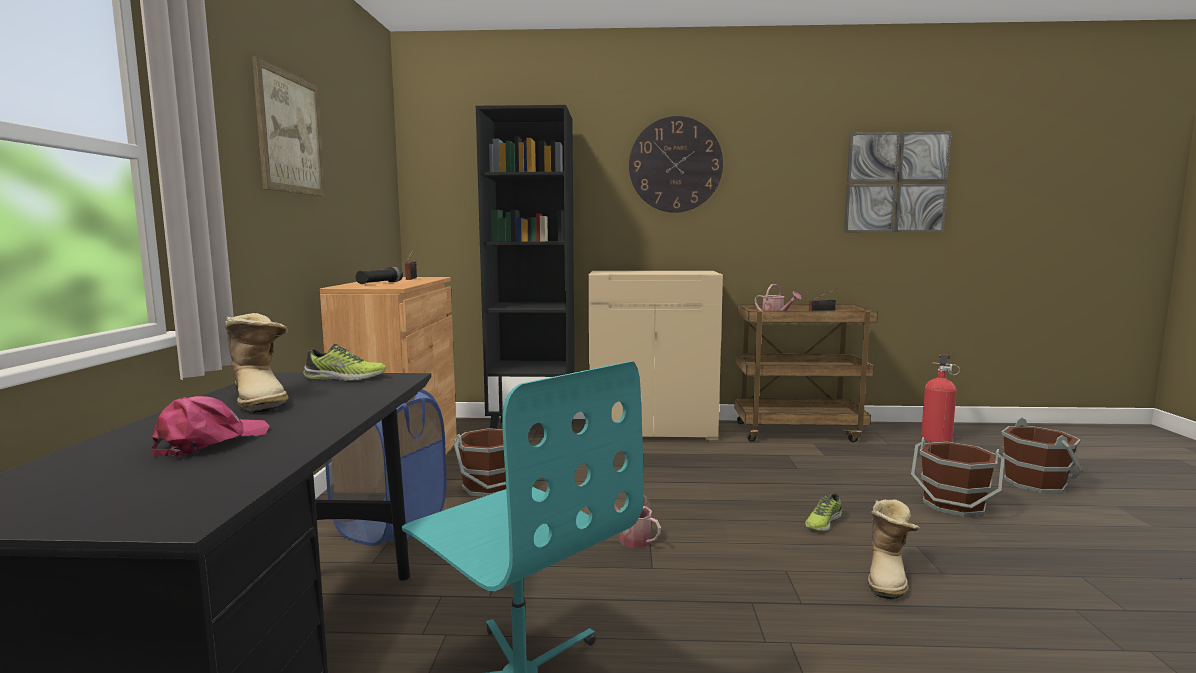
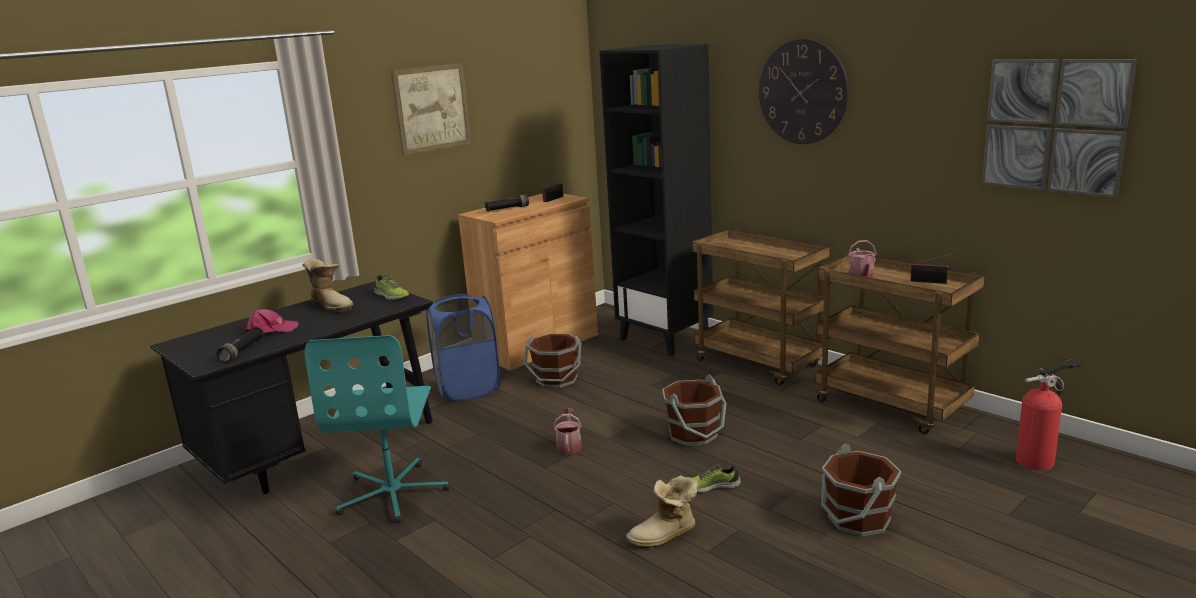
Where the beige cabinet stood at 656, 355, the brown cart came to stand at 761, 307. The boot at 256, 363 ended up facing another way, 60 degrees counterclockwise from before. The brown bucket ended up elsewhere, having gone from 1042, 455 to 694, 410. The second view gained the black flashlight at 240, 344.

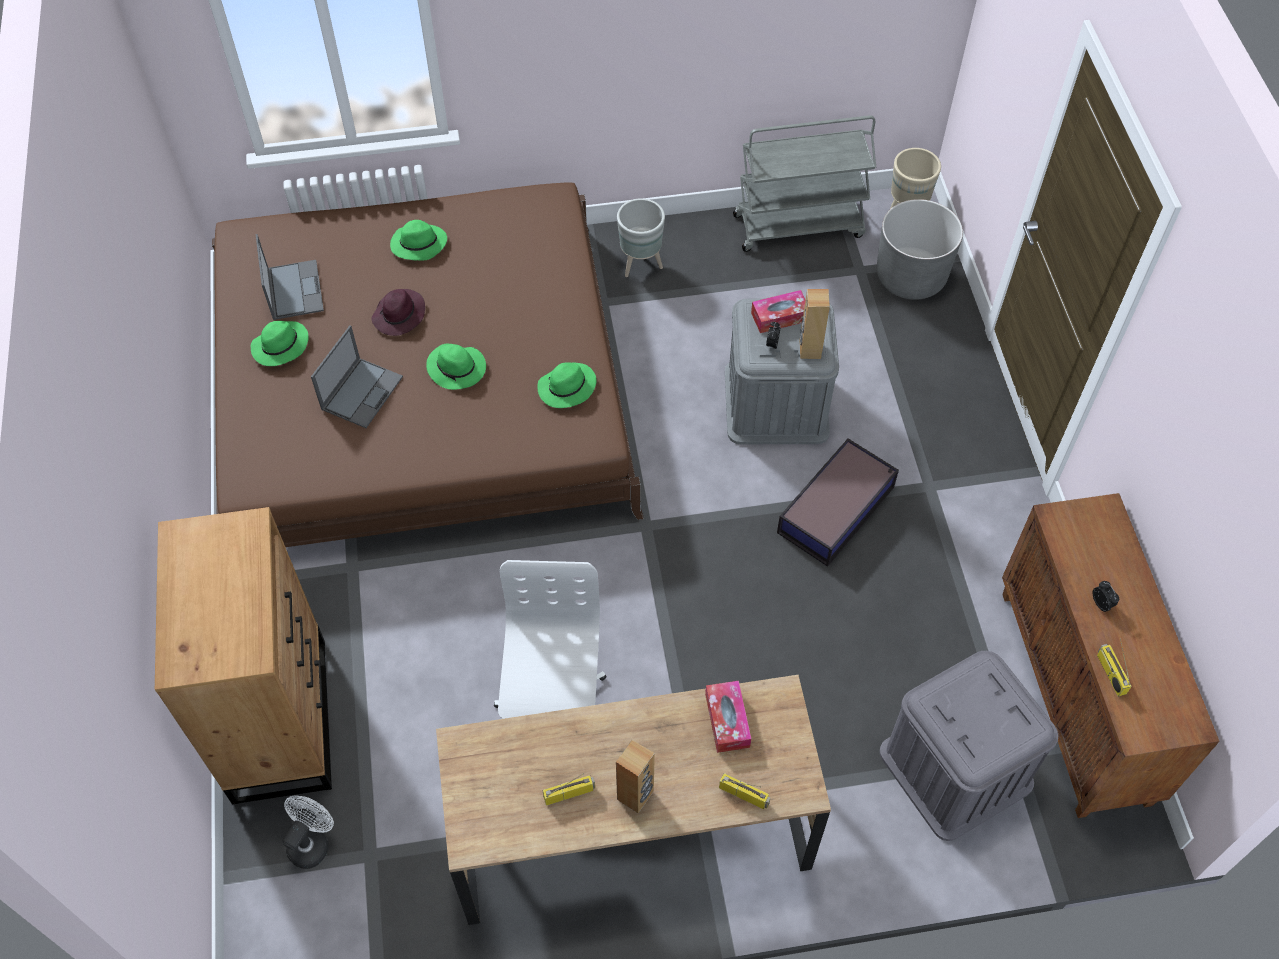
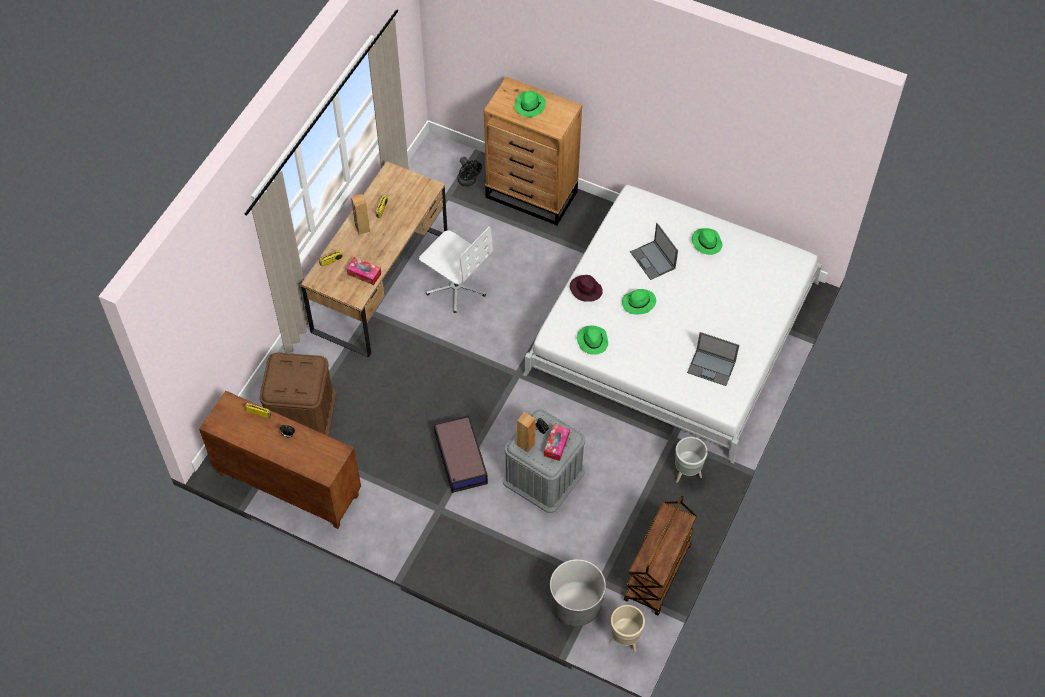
What was the grey cart at 804, 183 turned into the brown cart at 660, 555. What was the brown bed at 428, 365 turned into the white bed at 672, 324. The green hat ended up elsewhere, having gone from 418, 240 to 530, 104. The laptop ended up elsewhere, having gone from 290, 277 to 713, 359. The purple hat ended up elsewhere, having gone from 398, 312 to 586, 288. What was the grey storage box at 969, 746 turned into the brown storage box at 298, 394. What was the white fan at 308, 832 turned into the black fan at 469, 171.

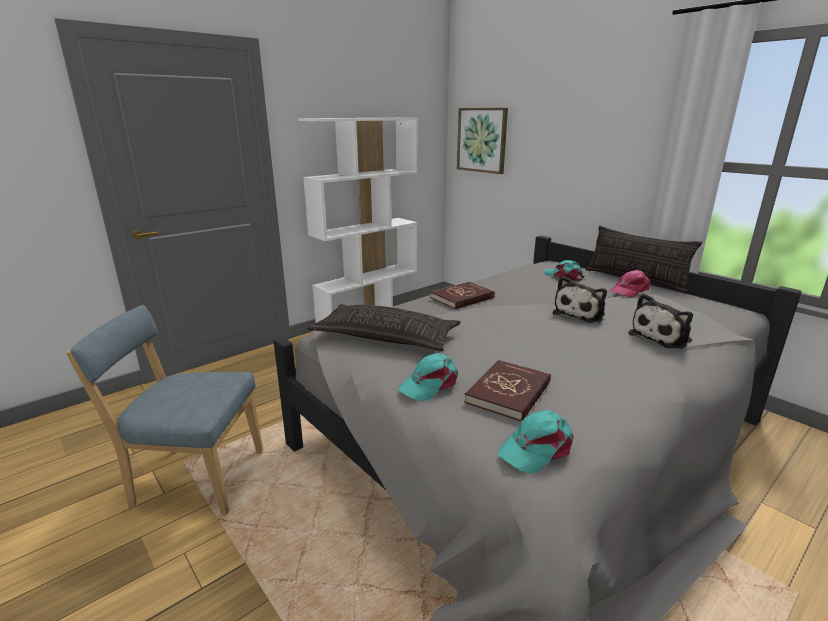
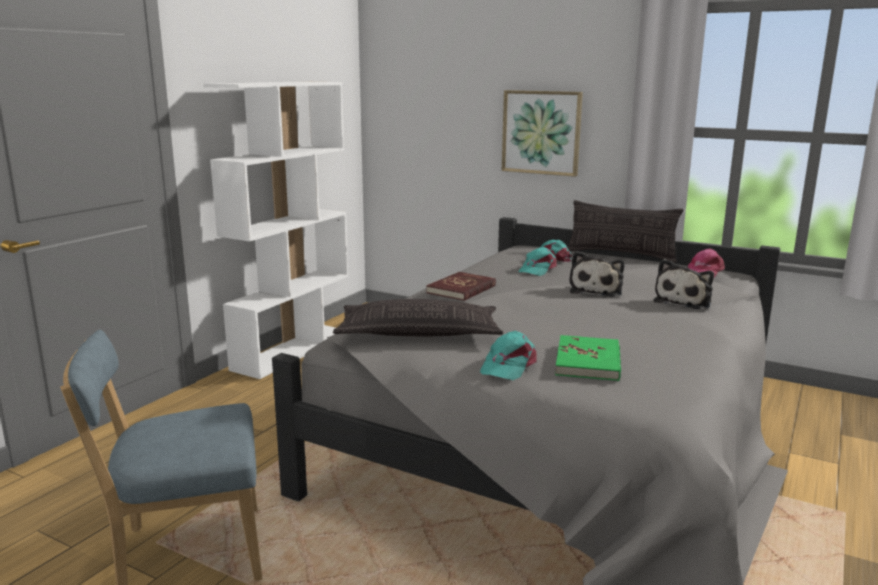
The picture ended up elsewhere, having gone from 482, 141 to 542, 133. The pink cap ended up elsewhere, having gone from 630, 284 to 706, 263. What was the red book at 507, 390 turned into the green book at 588, 358. The turquoise cap ended up elsewhere, having gone from 535, 442 to 538, 261.

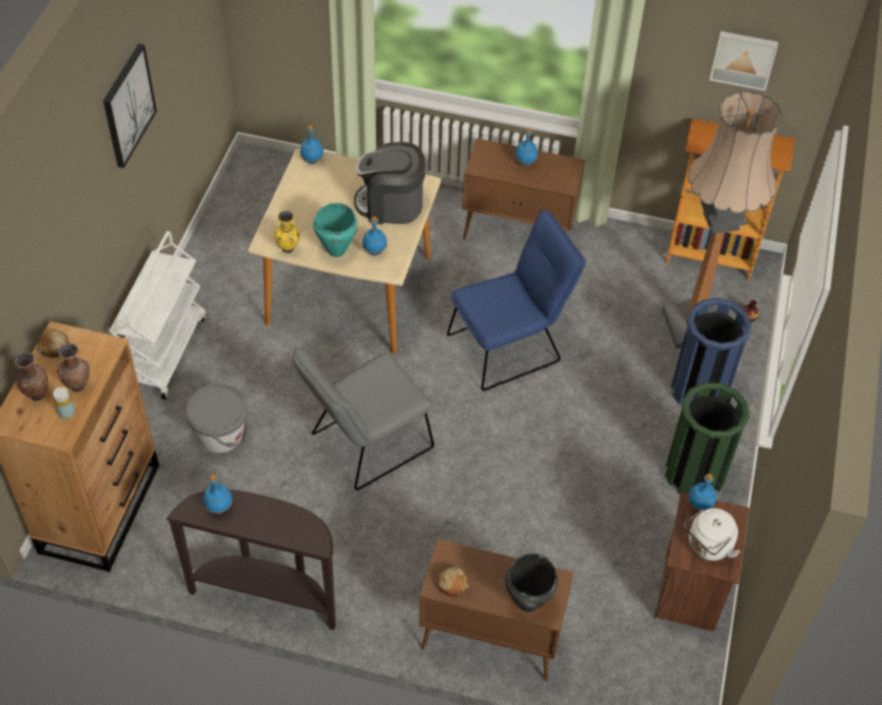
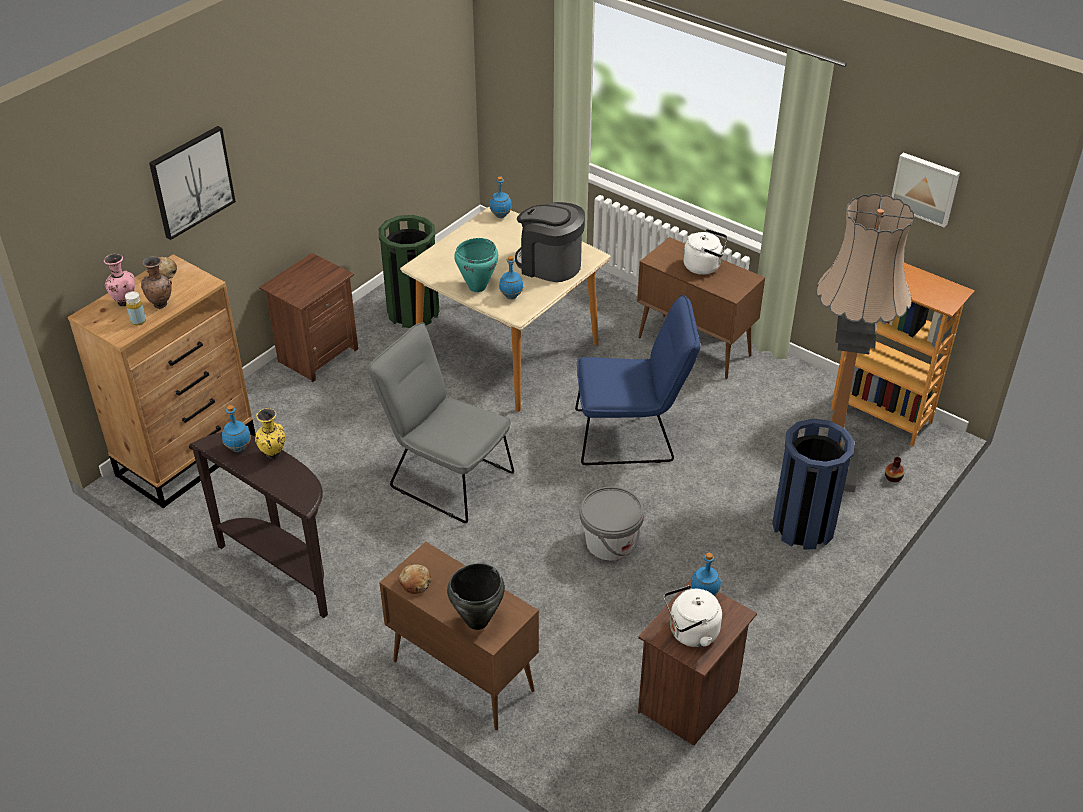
The picture ended up elsewhere, having gone from 130, 106 to 192, 183. Where the blue bottle stood at 526, 147, the white kettle came to stand at 705, 252. The yellow vase ended up elsewhere, having gone from 287, 231 to 270, 433. Where the white cart stood at 157, 315, the brown nightstand came to stand at 308, 317. The grey chair at 363, 418 ended up facing another way, 45 degrees clockwise from before. What was the brown vase at 31, 376 turned into the pink vase at 119, 280. The green trash can ended up elsewhere, having gone from 708, 438 to 409, 271. The grey bucket ended up elsewhere, having gone from 217, 418 to 611, 523.

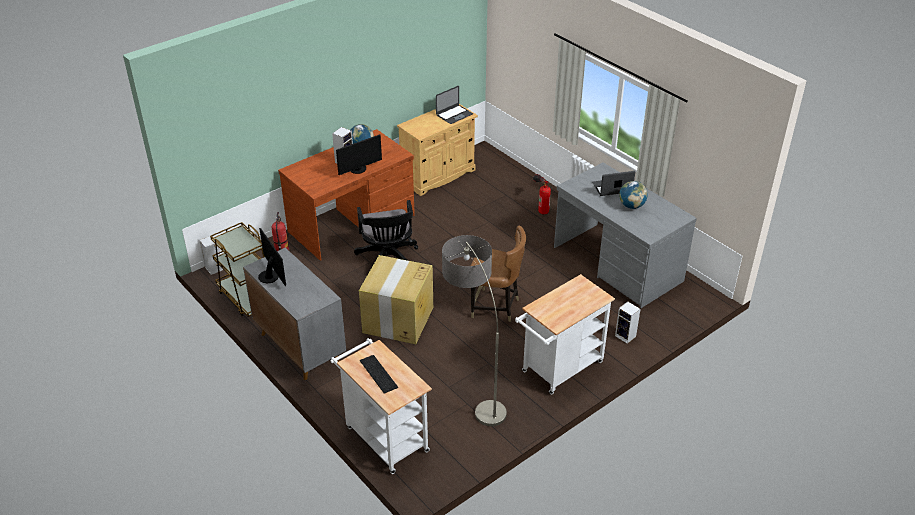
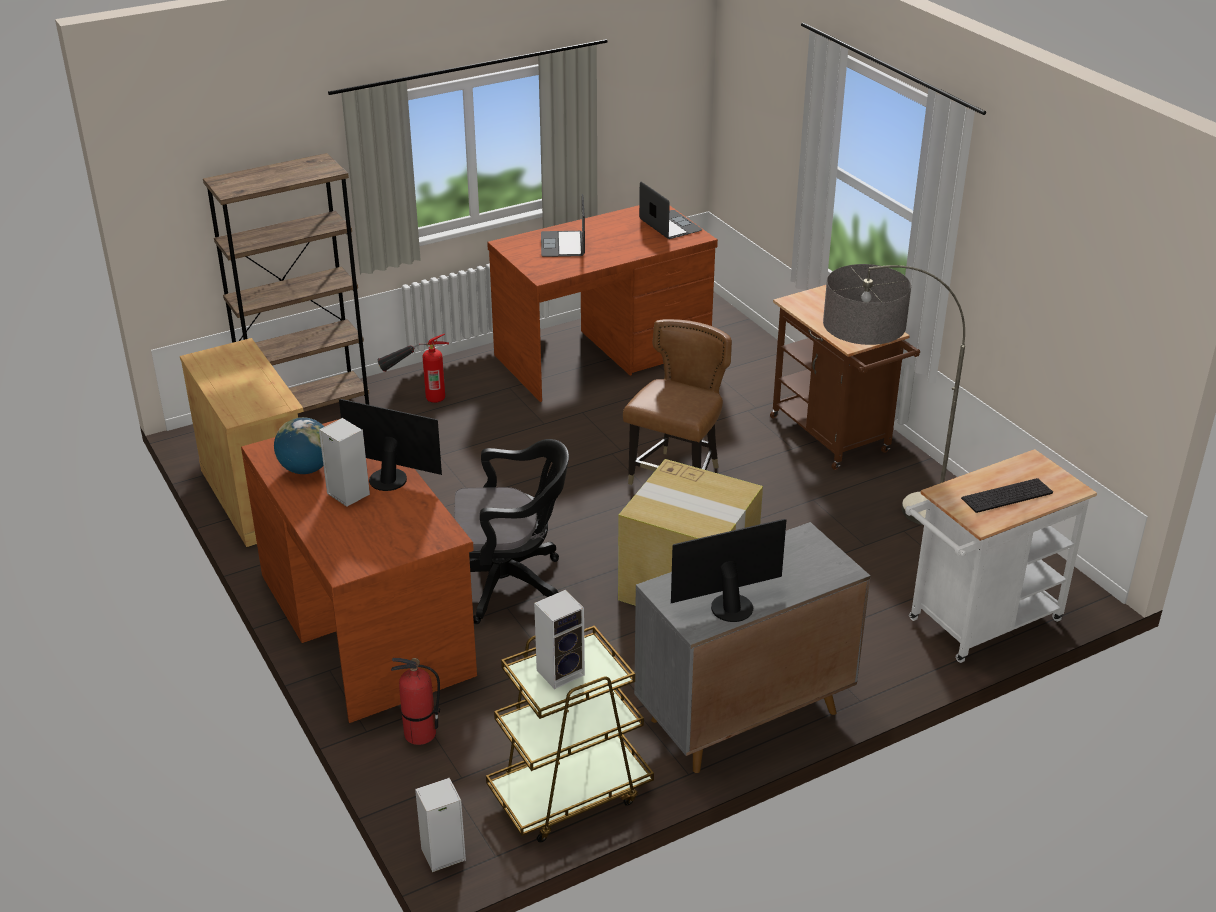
The laptop ended up elsewhere, having gone from 454, 105 to 670, 210. The monitor at 359, 154 ended up facing another way, 45 degrees counterclockwise from before. What was the grey desk at 625, 235 turned into the brown desk at 602, 303. The second view lost the globe at 633, 195. What was the white cart at 565, 334 turned into the brown cart at 845, 377. The speaker ended up elsewhere, having gone from 627, 323 to 559, 639. The second view gained the brown bookcase at 286, 283.

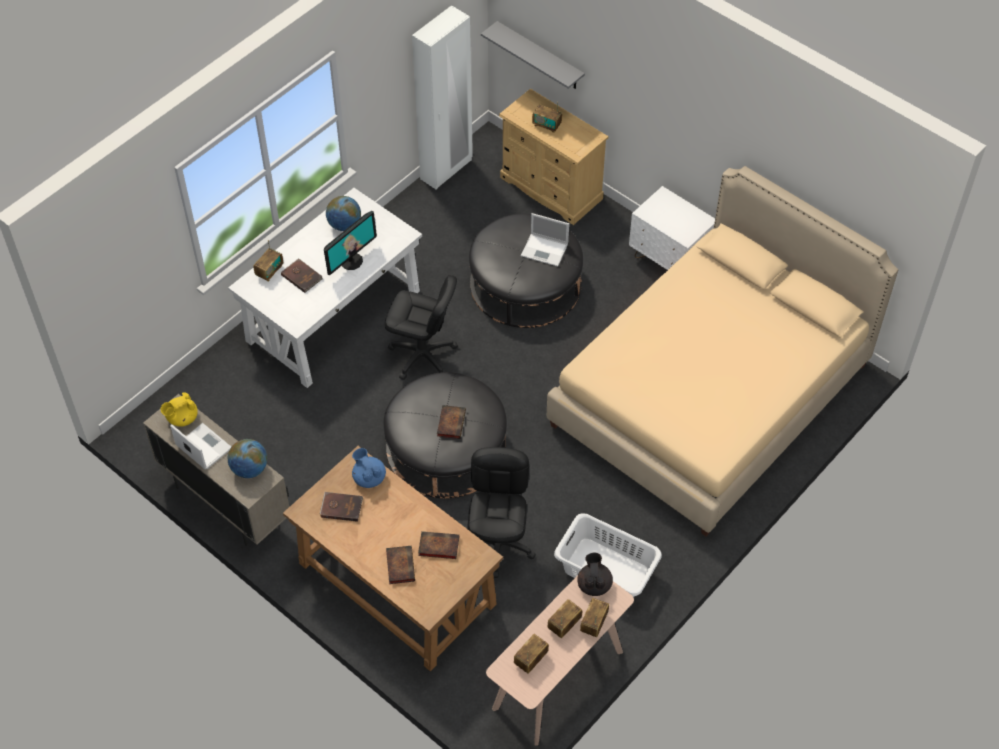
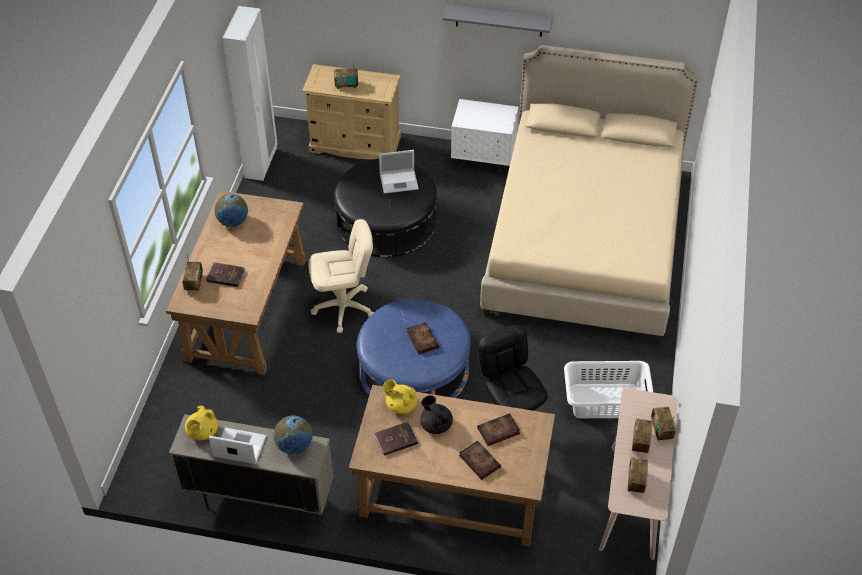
The grey shelf ended up elsewhere, having gone from 533, 55 to 498, 20. What was the white desk at 325, 288 turned into the brown desk at 236, 283. The second view lost the monitor at 350, 243. What was the black office chair at 421, 327 turned into the beige office chair at 341, 276. What was the black ottoman at 445, 435 turned into the blue ottoman at 414, 348. What was the blue teapot at 369, 468 turned into the yellow teapot at 400, 397. The black teapot ended up elsewhere, having gone from 595, 574 to 436, 414.

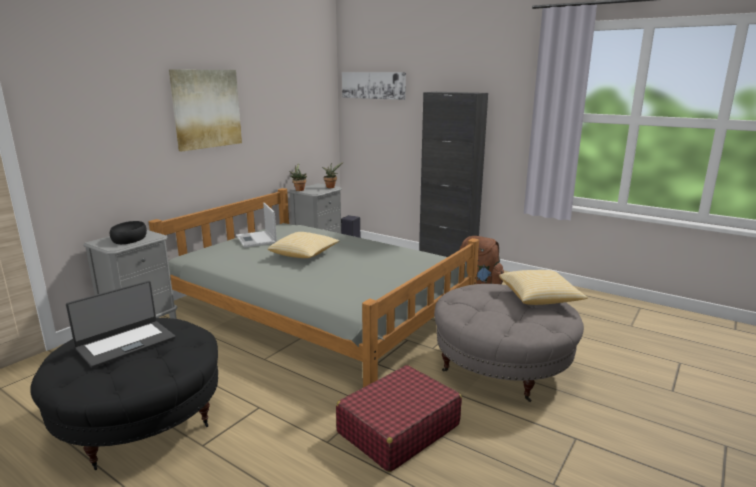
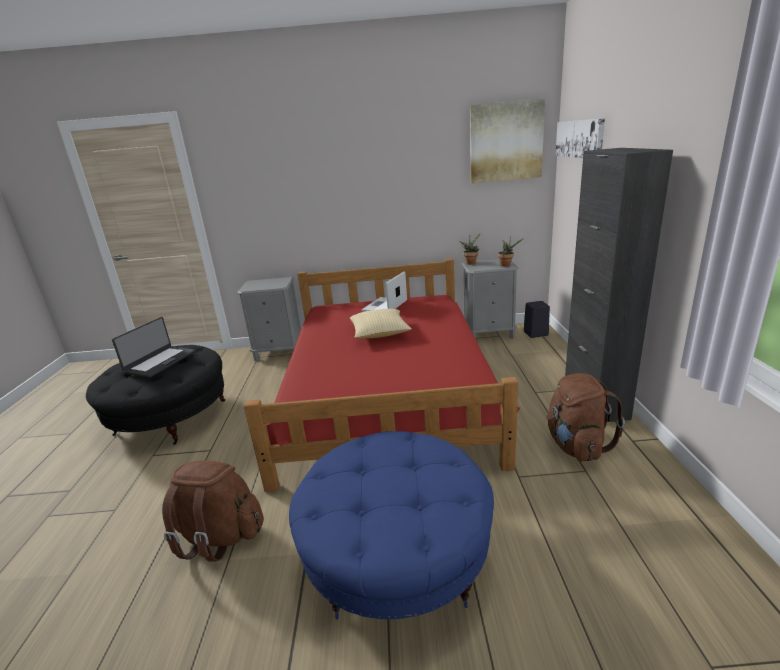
The picture ended up elsewhere, having gone from 205, 110 to 507, 141. What was the grey bed at 314, 288 turned into the red bed at 382, 375. The second view lost the black bowl at 128, 232. The second view lost the pillow at 543, 287. The laptop at 121, 324 ended up facing another way, 75 degrees counterclockwise from before. What was the grey ottoman at 509, 343 turned into the blue ottoman at 391, 525. Where the red suitcase stood at 399, 418, the brown backpack came to stand at 213, 510.

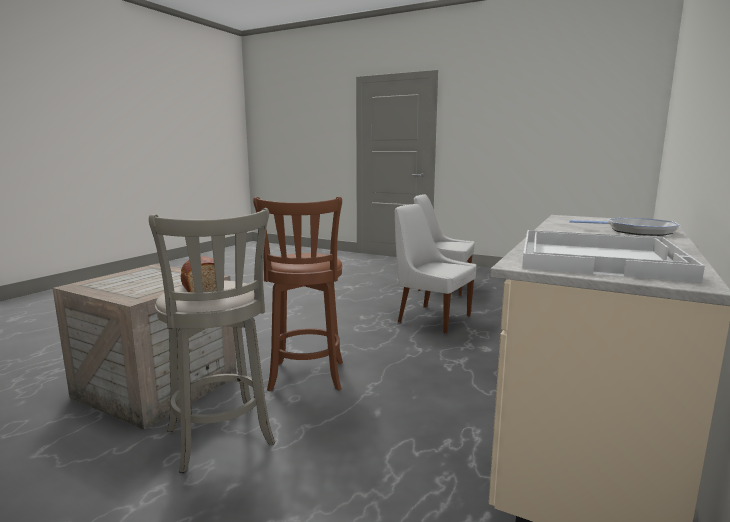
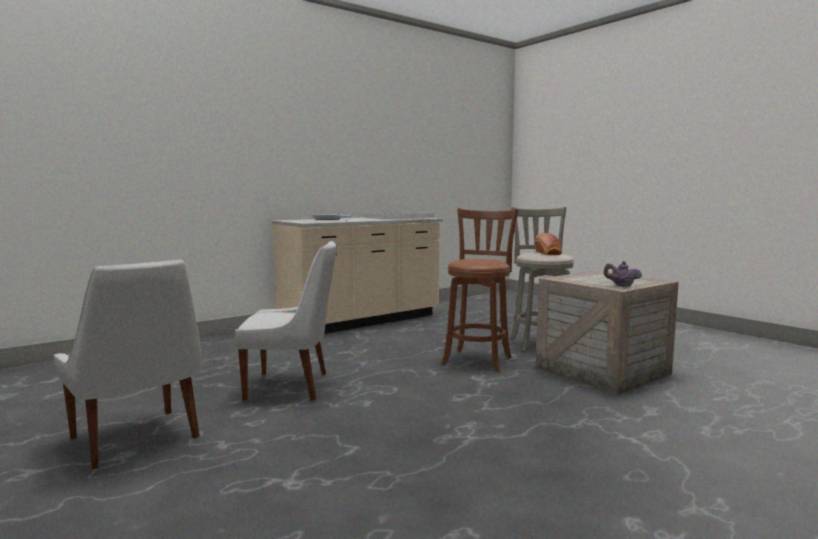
The white chair at 436, 269 ended up facing another way, 60 degrees counterclockwise from before. The second view gained the purple teapot at 623, 274.

